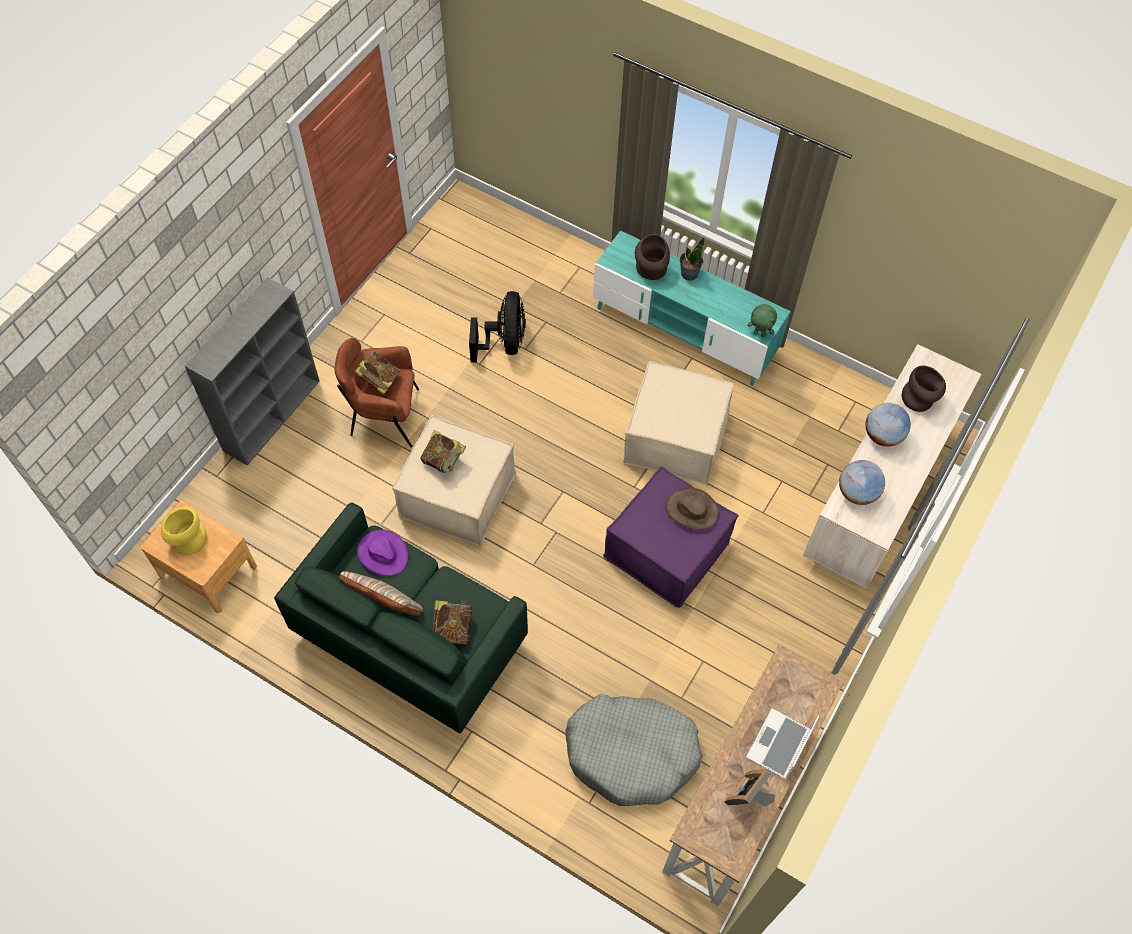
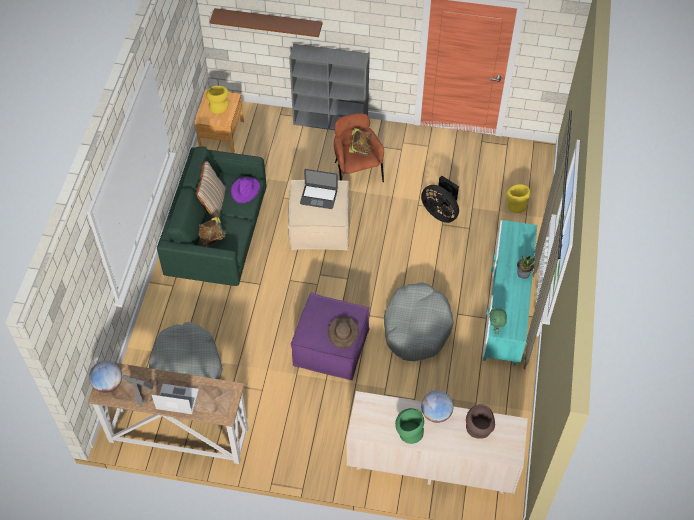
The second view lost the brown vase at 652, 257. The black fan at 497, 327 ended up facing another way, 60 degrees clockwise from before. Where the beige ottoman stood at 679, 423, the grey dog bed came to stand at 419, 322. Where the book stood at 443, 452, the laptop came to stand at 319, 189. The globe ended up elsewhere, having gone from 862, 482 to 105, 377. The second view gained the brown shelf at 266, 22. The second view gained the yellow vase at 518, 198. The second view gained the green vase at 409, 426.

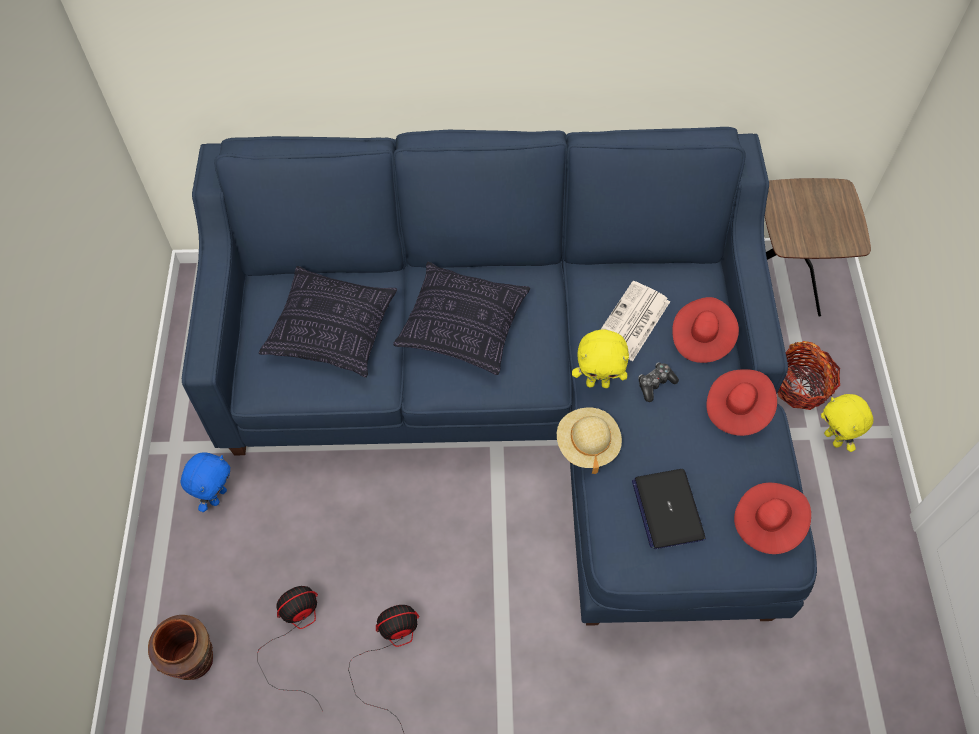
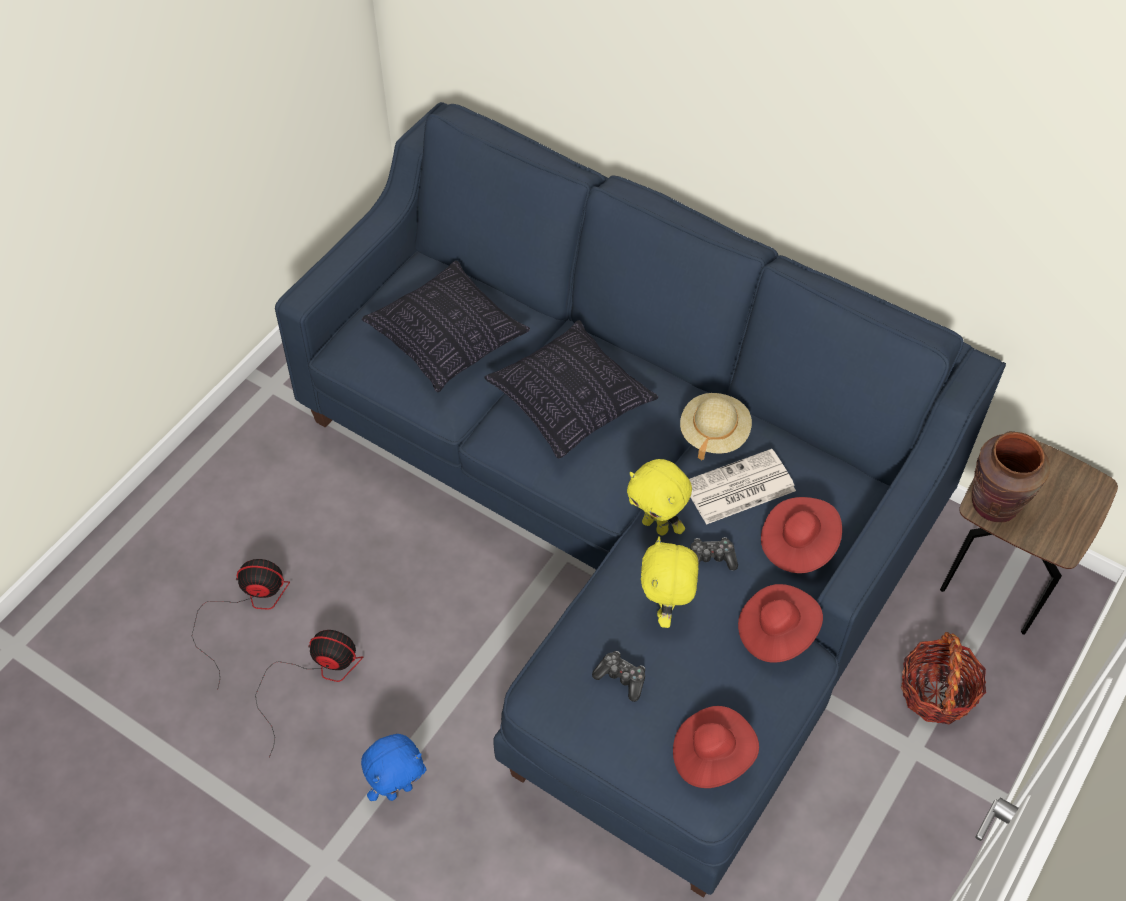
The yellow plush toy ended up elsewhere, having gone from 847, 423 to 670, 582. The beige hat ended up elsewhere, having gone from 589, 441 to 716, 426. The blue plush toy ended up elsewhere, having gone from 205, 482 to 394, 767. Where the laptop stood at 669, 509, the game controller came to stand at 618, 676. The brown vase ended up elsewhere, having gone from 180, 647 to 1011, 477.

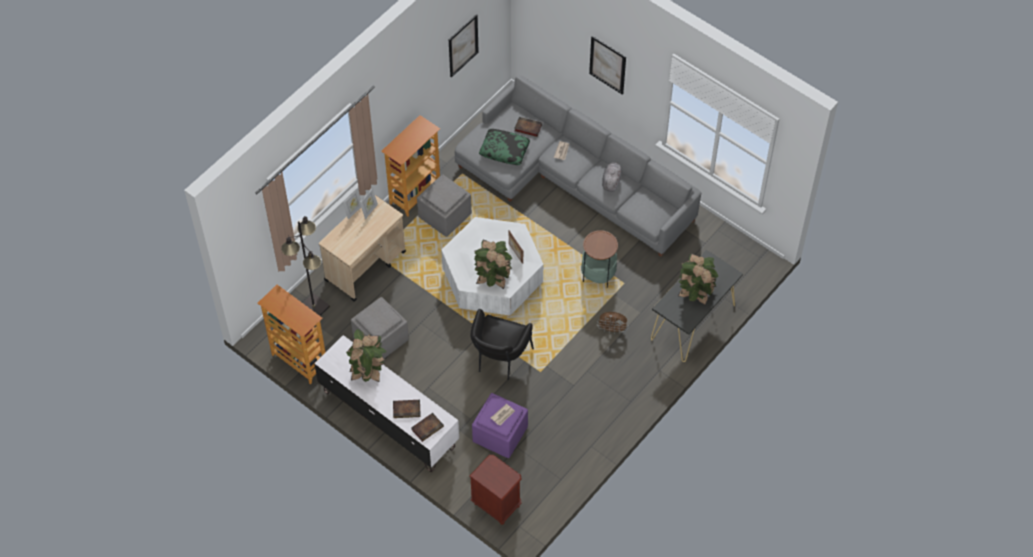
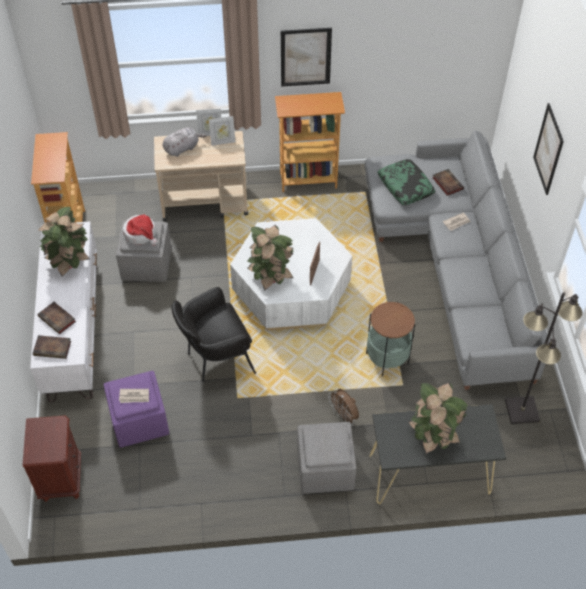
The picture ended up elsewhere, having gone from 464, 46 to 306, 57. The grey plush toy ended up elsewhere, having gone from 612, 177 to 184, 142. The grey ottoman ended up elsewhere, having gone from 444, 205 to 326, 458. The black floor lamp ended up elsewhere, having gone from 305, 266 to 544, 358. The second view gained the hat at 140, 230.

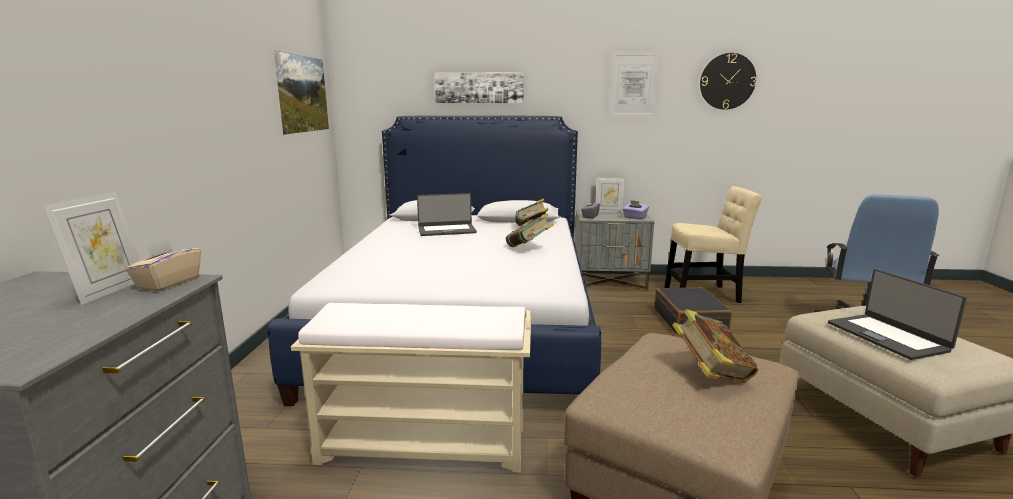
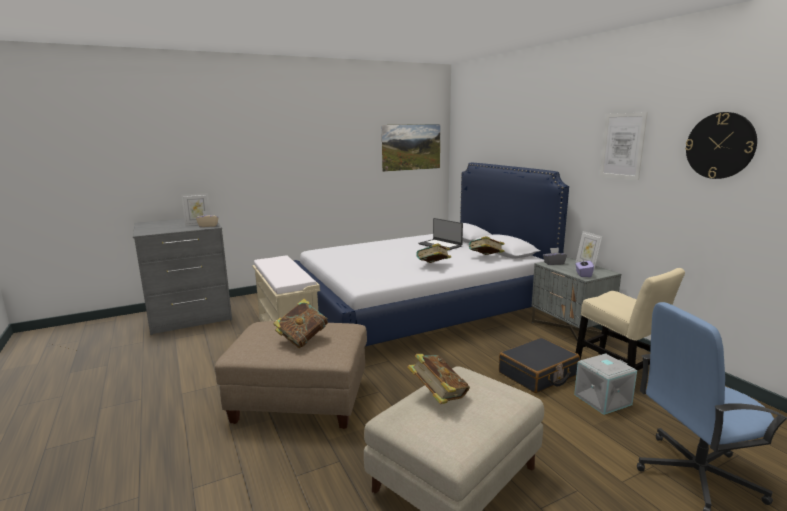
The second view lost the picture at 479, 87. Where the laptop stood at 897, 314, the book came to stand at 438, 379. The second view gained the grey storage box at 605, 384.

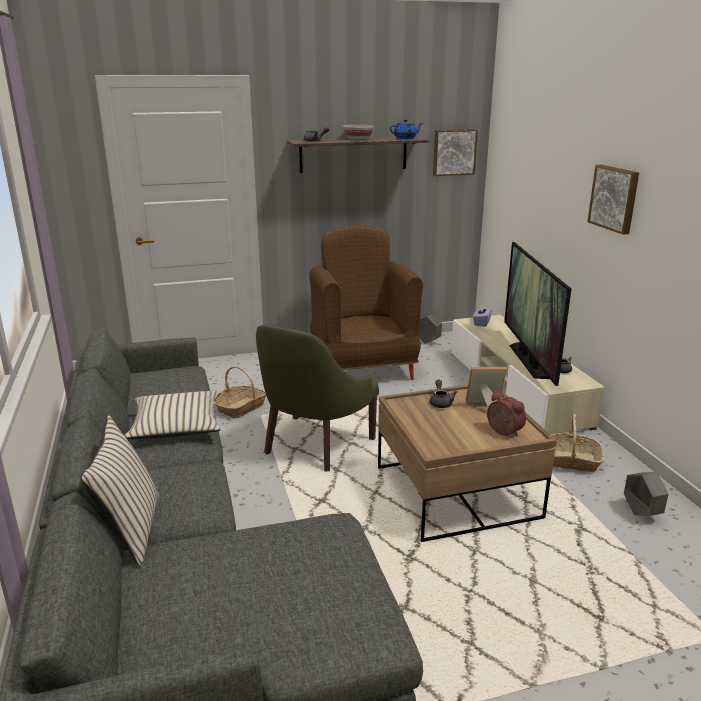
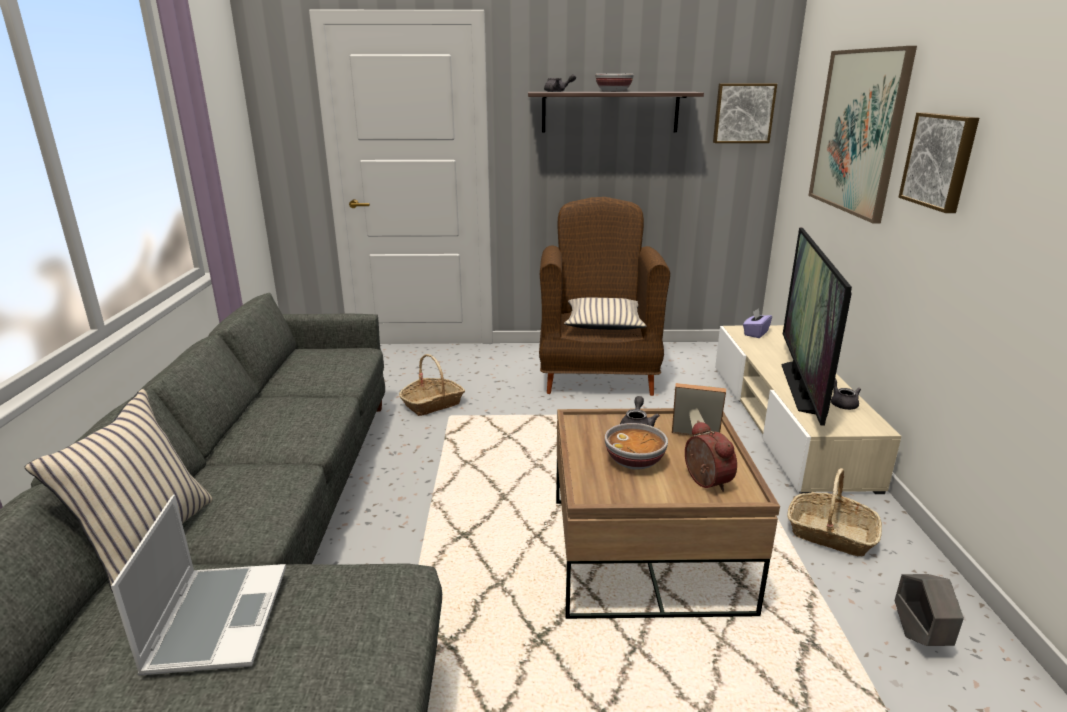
The second view lost the blue teapot at 406, 129. The second view lost the grey planter at 430, 329. The second view lost the green armchair at 317, 397. The beige pillow ended up elsewhere, having gone from 172, 415 to 605, 314. The second view gained the picture at 862, 134. The second view gained the bowl at 636, 446. The second view gained the laptop at 198, 585.

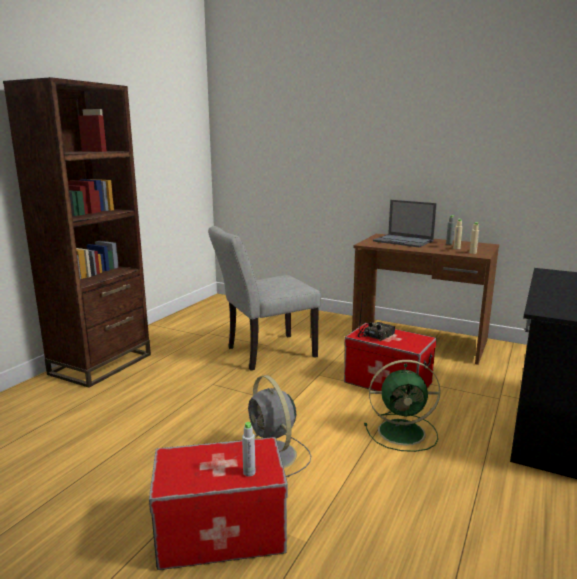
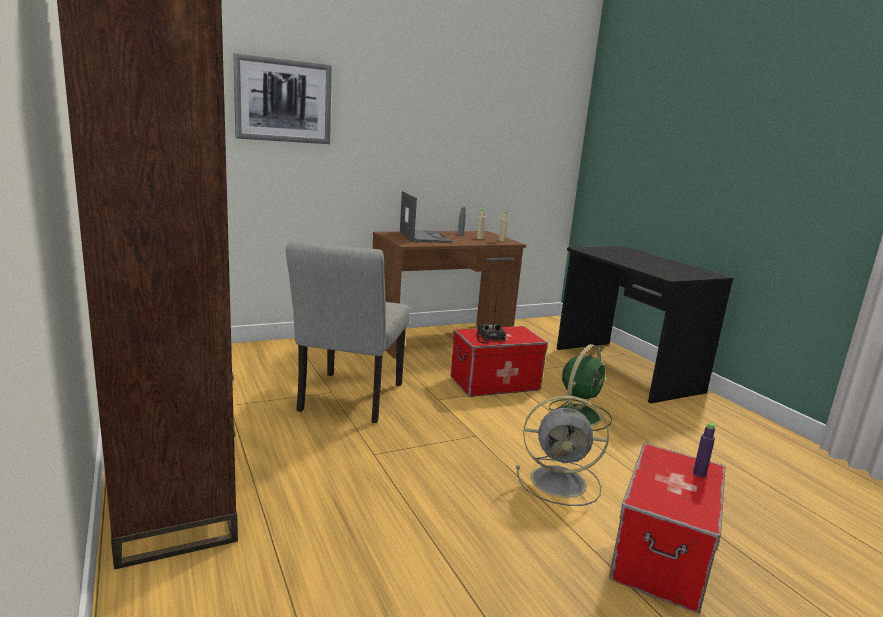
The laptop at 405, 223 ended up facing another way, 90 degrees counterclockwise from before. What was the grey bottle at 248, 449 turned into the purple bottle at 705, 450. The second view gained the picture at 282, 98.

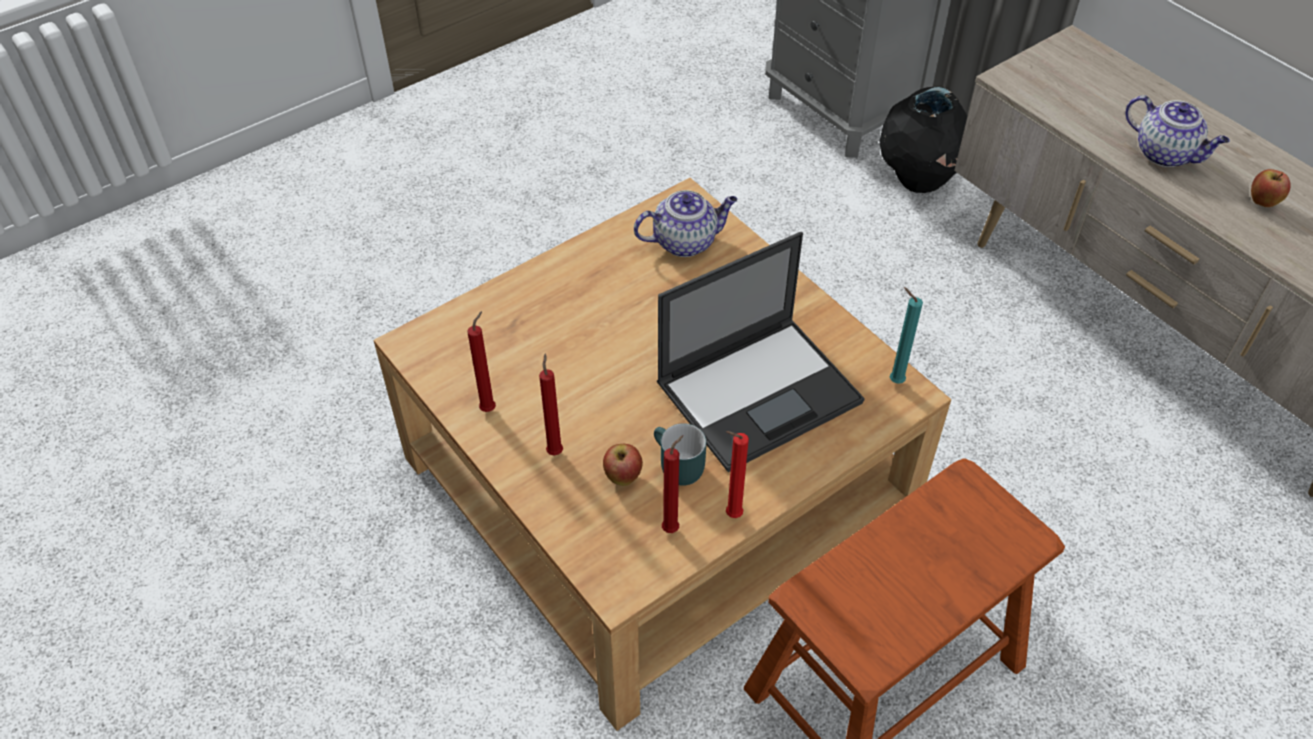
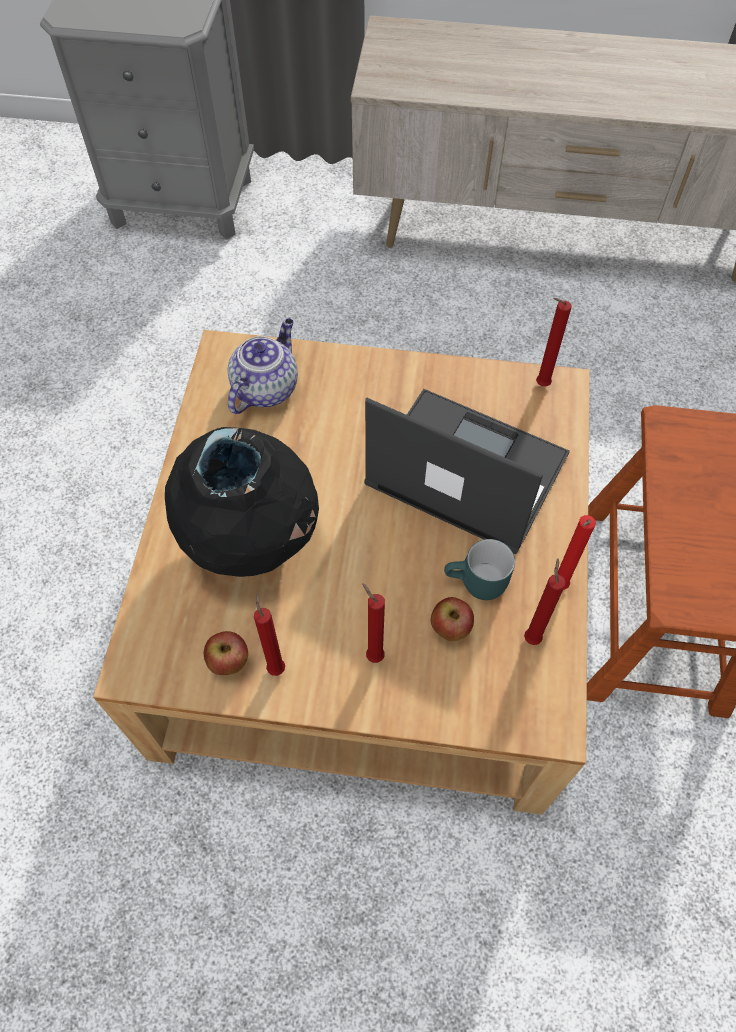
The black vase ended up elsewhere, having gone from 924, 140 to 242, 502. The second view lost the teapot at 1177, 131. The apple ended up elsewhere, having gone from 1271, 188 to 226, 653. The laptop at 761, 352 ended up facing another way, 75 degrees counterclockwise from before. What was the turquoise candle at 906, 335 turned into the red candle at 554, 342.

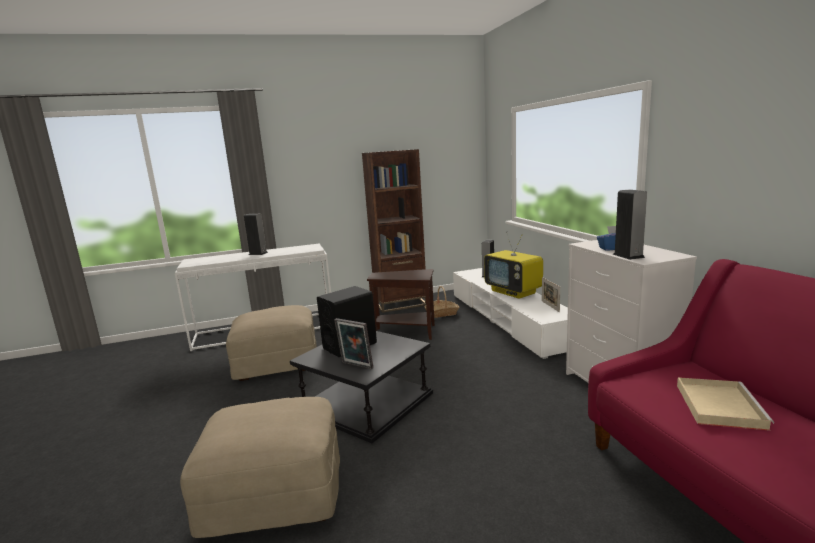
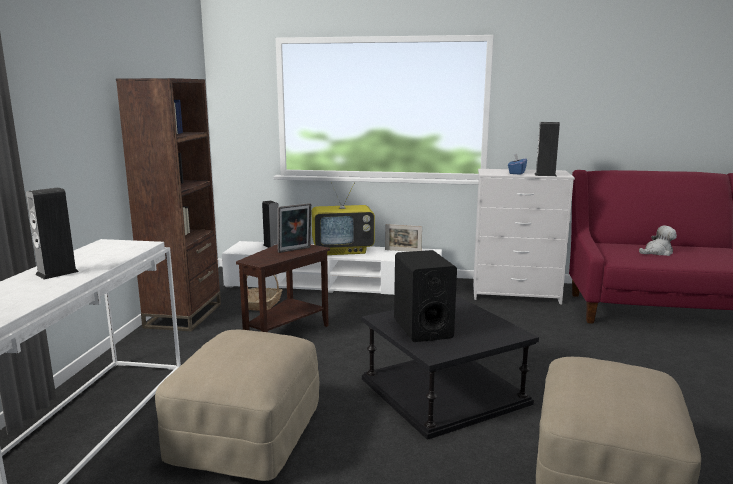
The picture frame ended up elsewhere, having gone from 353, 343 to 294, 228. Where the beige tray stood at 725, 404, the plush toy came to stand at 658, 241.

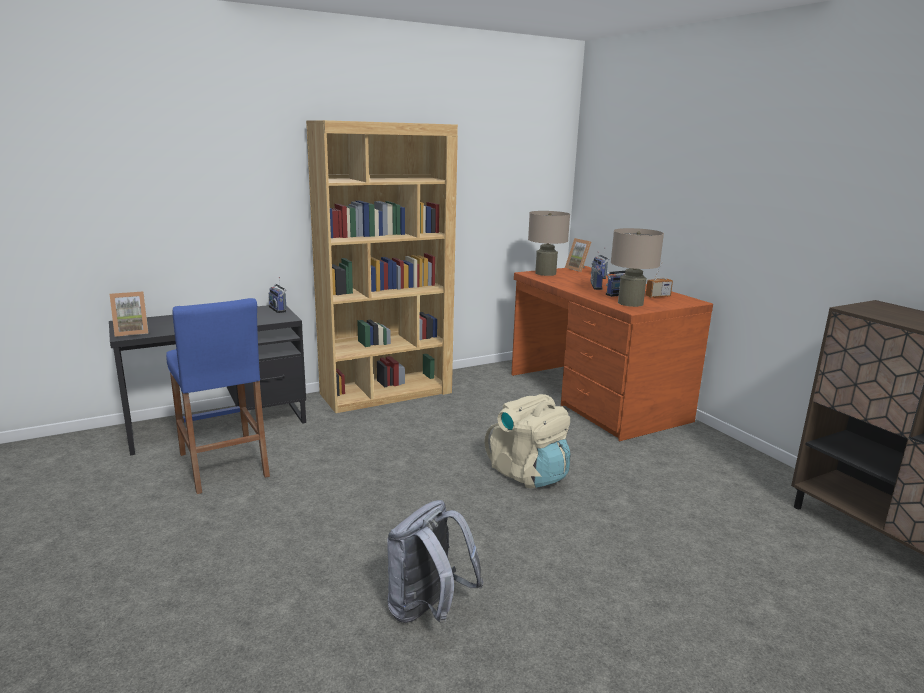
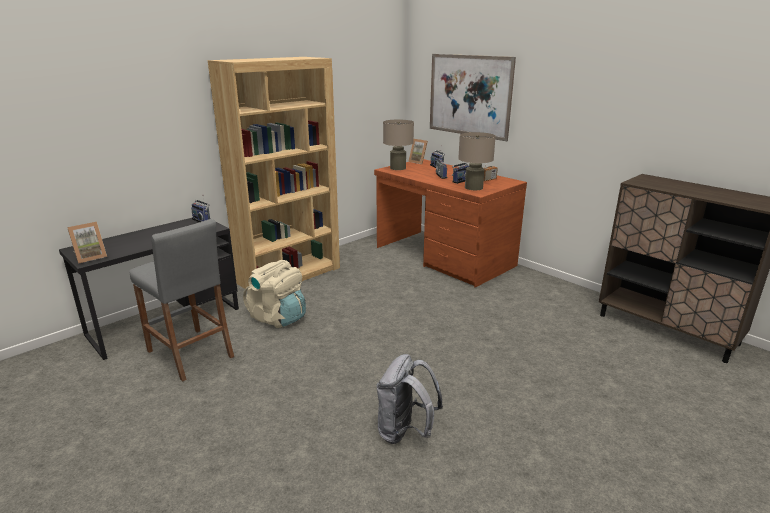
What was the blue stool at 218, 396 turned into the grey stool at 181, 300. The beige backpack ended up elsewhere, having gone from 527, 441 to 274, 294. The second view gained the picture at 473, 97.

